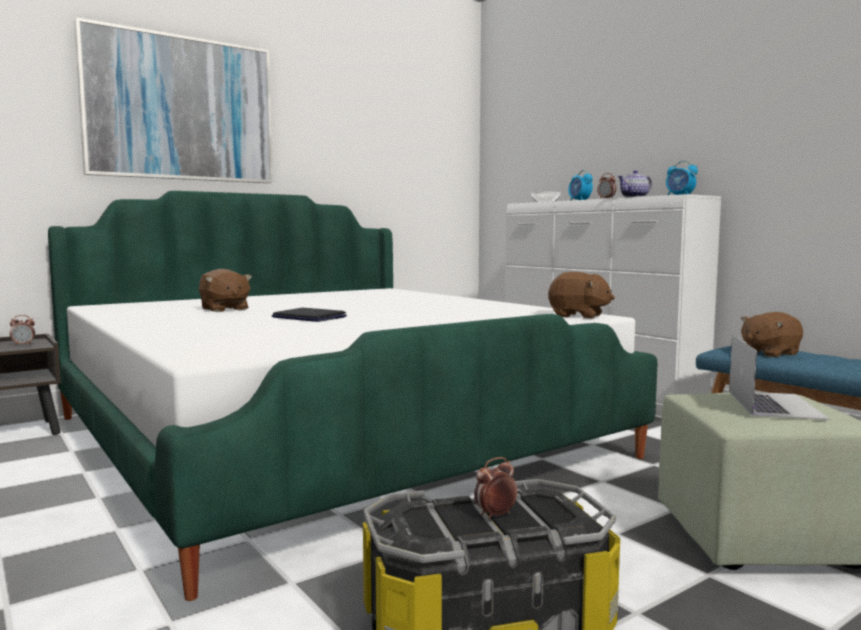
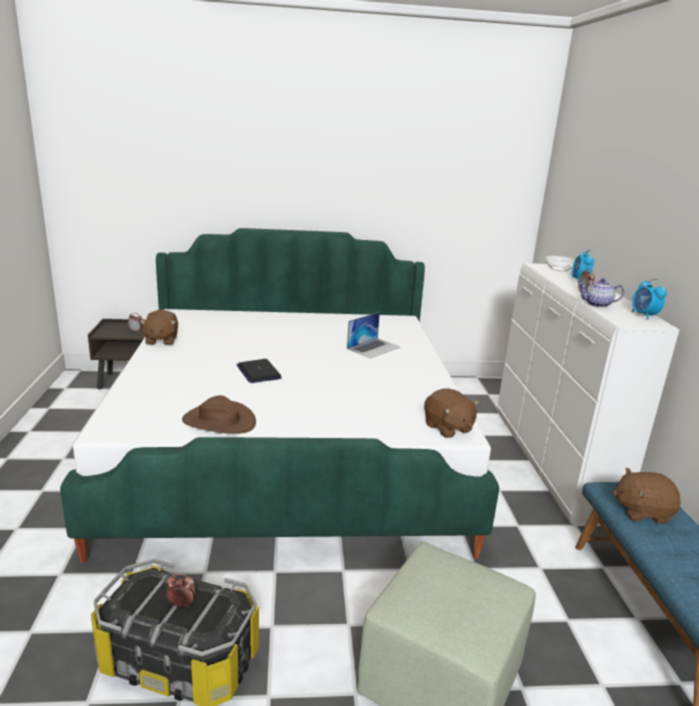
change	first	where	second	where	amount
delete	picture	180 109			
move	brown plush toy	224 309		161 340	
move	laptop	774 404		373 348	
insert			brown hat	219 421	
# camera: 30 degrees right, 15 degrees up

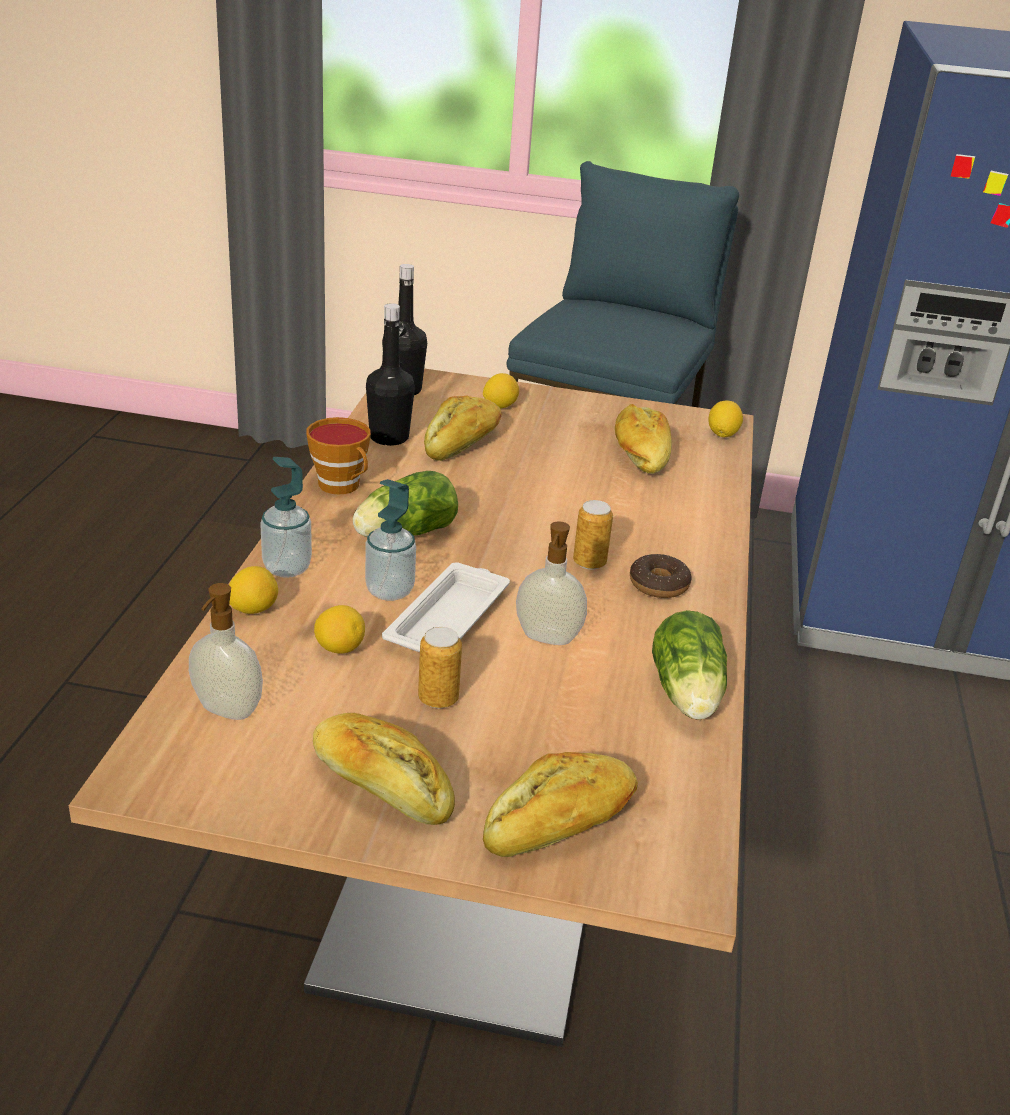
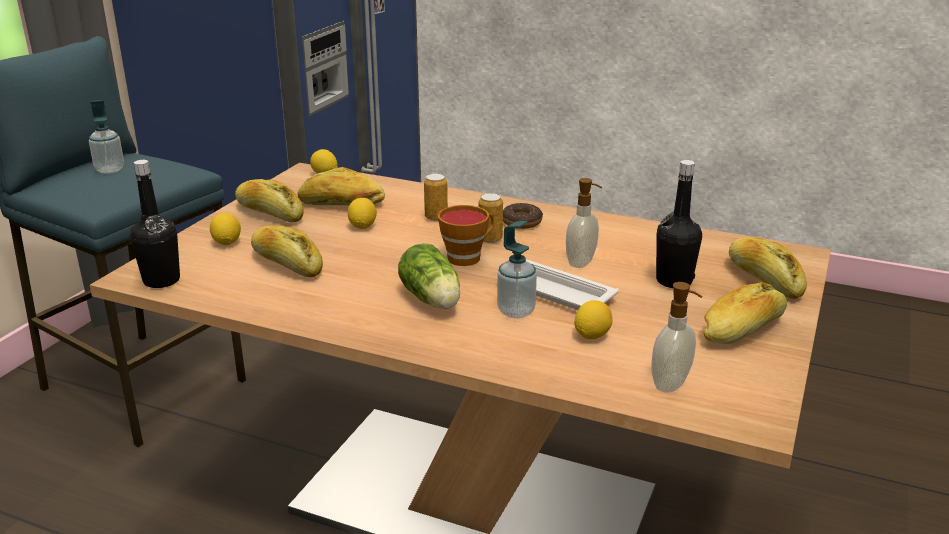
change	first	where	second	where	amount
move	lemon	253 609		362 226	
move	soap dispenser	287 568		110 170	
move	cup	343 486		467 257	
move	black bottle	389 437		674 281	
move	can	438 698		436 217	
delete	lettuce	687 695			
insert			bread	270 213	
# camera: 75 degrees left, 5 degrees down

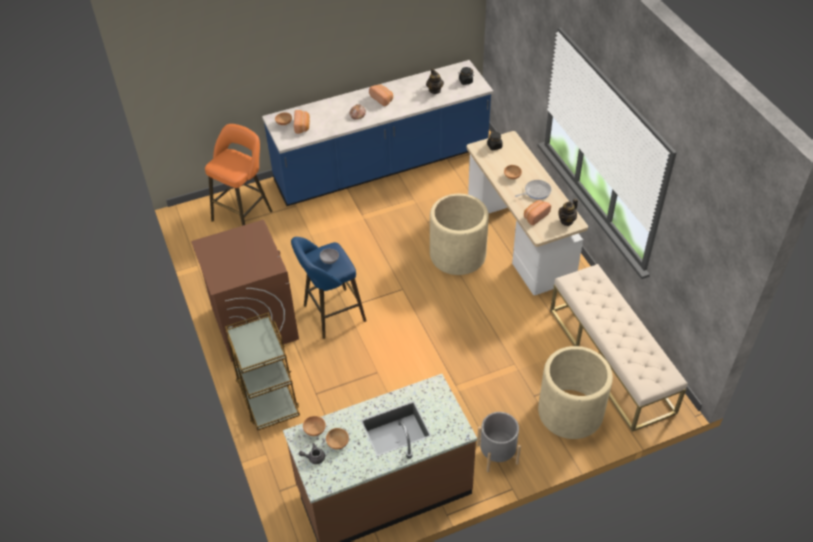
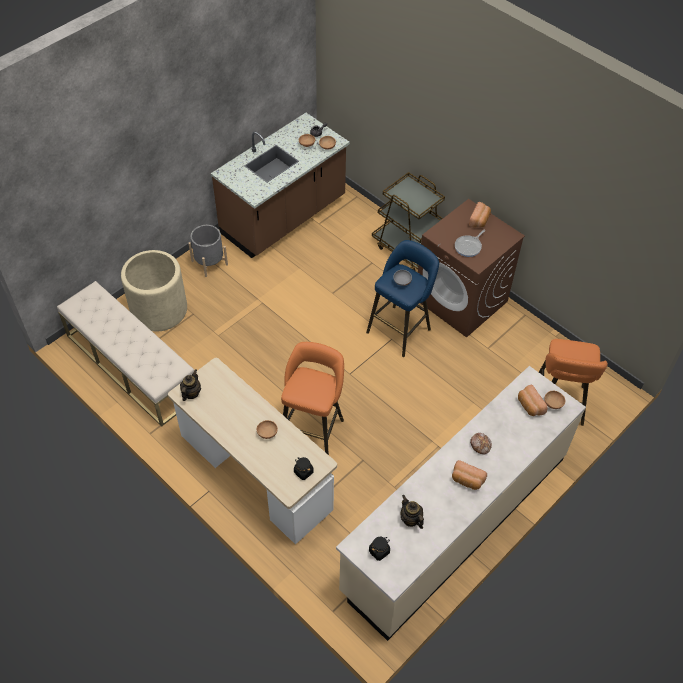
change	first	where	second	where	amount
recolor	blue counter	382 167	beige counter	455 522	
replace	beige planter	457 255	orange stool	313 429	
move	frying pan	536 191		469 247	
move	bread	535 216		479 220	
# camera: 155 degrees right, 5 degrees up

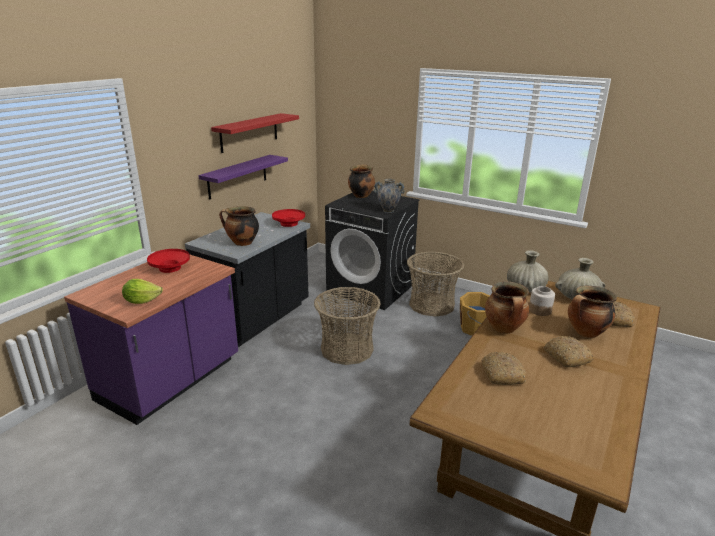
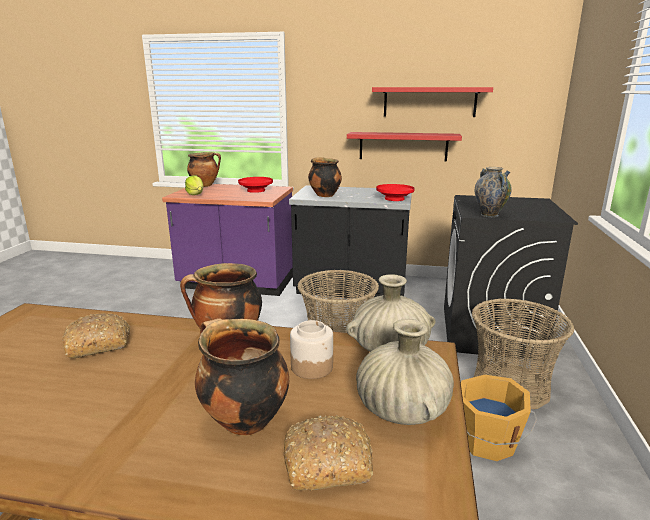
change	first	where	second	where	amount
recolor	purple shelf	237 176	red shelf	403 146	
move	cooking pot	361 195		205 185	
delete	bread	566 357			
# camera: 70 degrees right, 5 degrees down

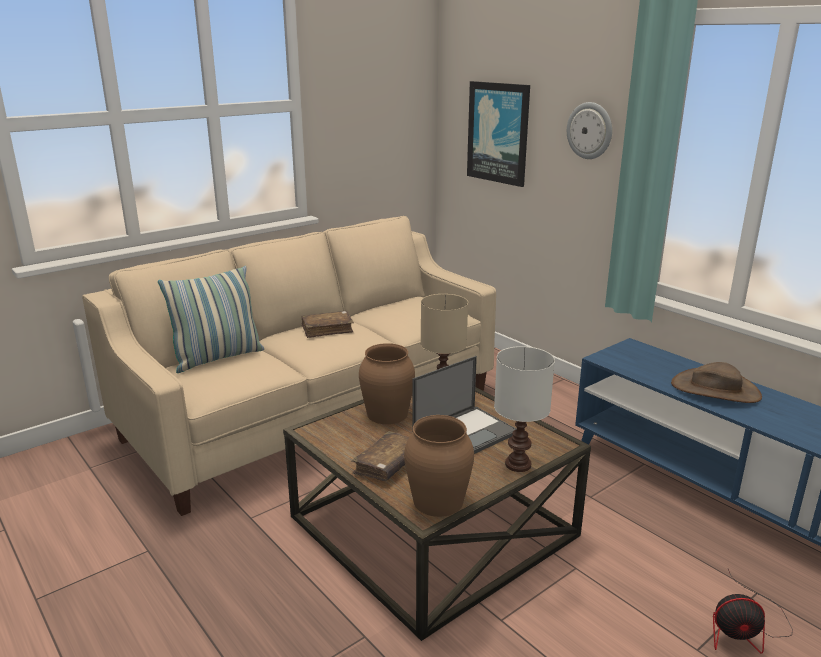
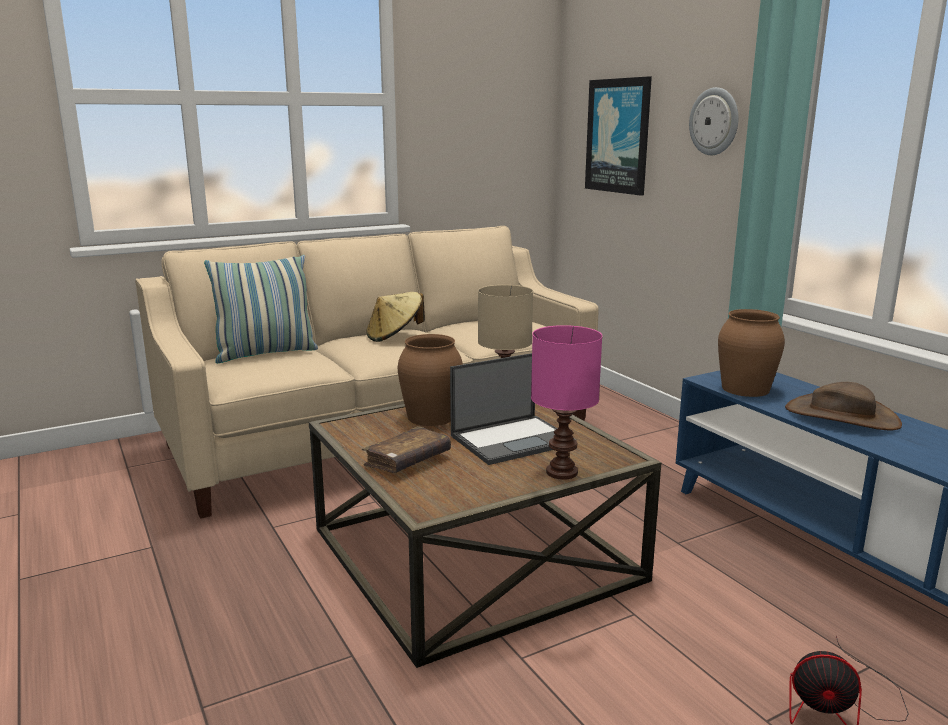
change	first	where	second	where	amount
replace	brown book	327 329	beige hat	395 336	
move	brown vase	438 500		745 388	
recolor	white table lamp	518 464	pink table lamp	562 472	
# camera: 10 degrees right, 5 degrees down

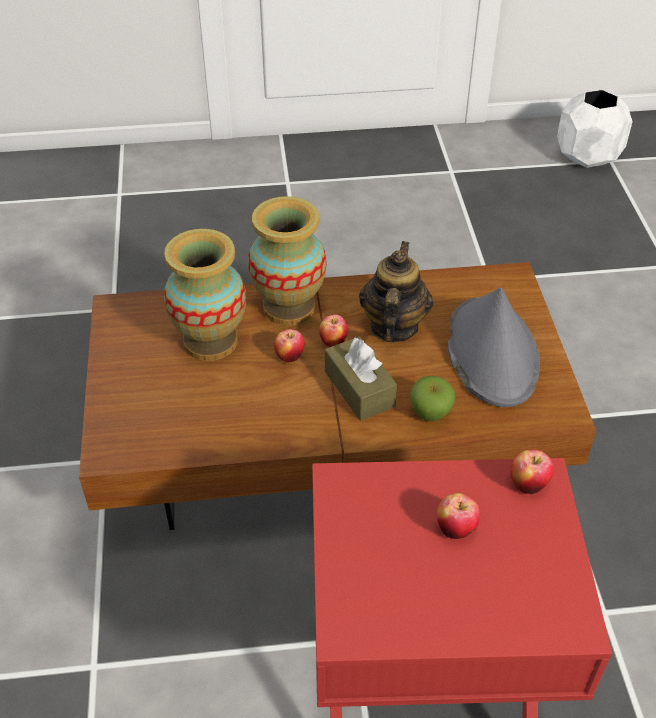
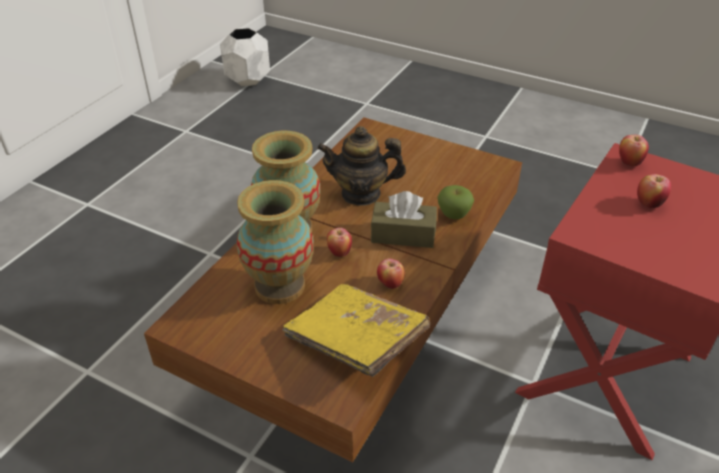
change	first	where	second	where	amount
move	apple	333 342		390 284	
rotate	teapot	393 327		361 194	45 degrees counterclockwise
delete	grey hat	491 352			
insert			yellow book	356 342	
# camera: 55 degrees left, 5 degrees down

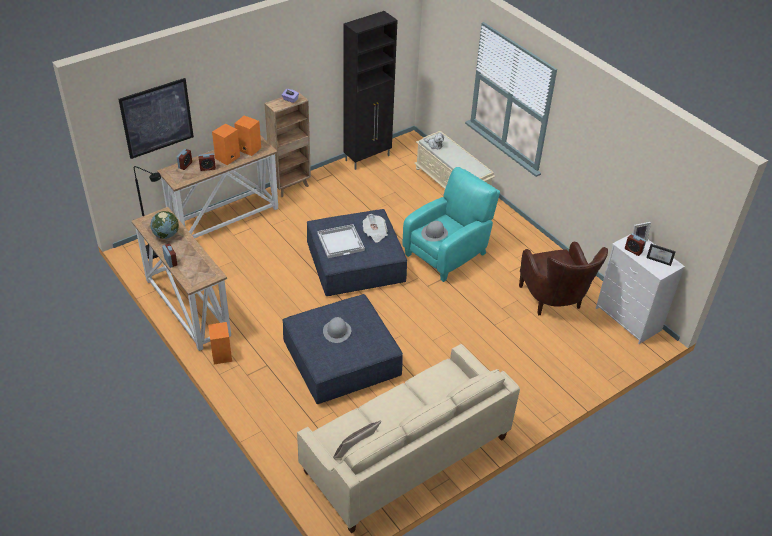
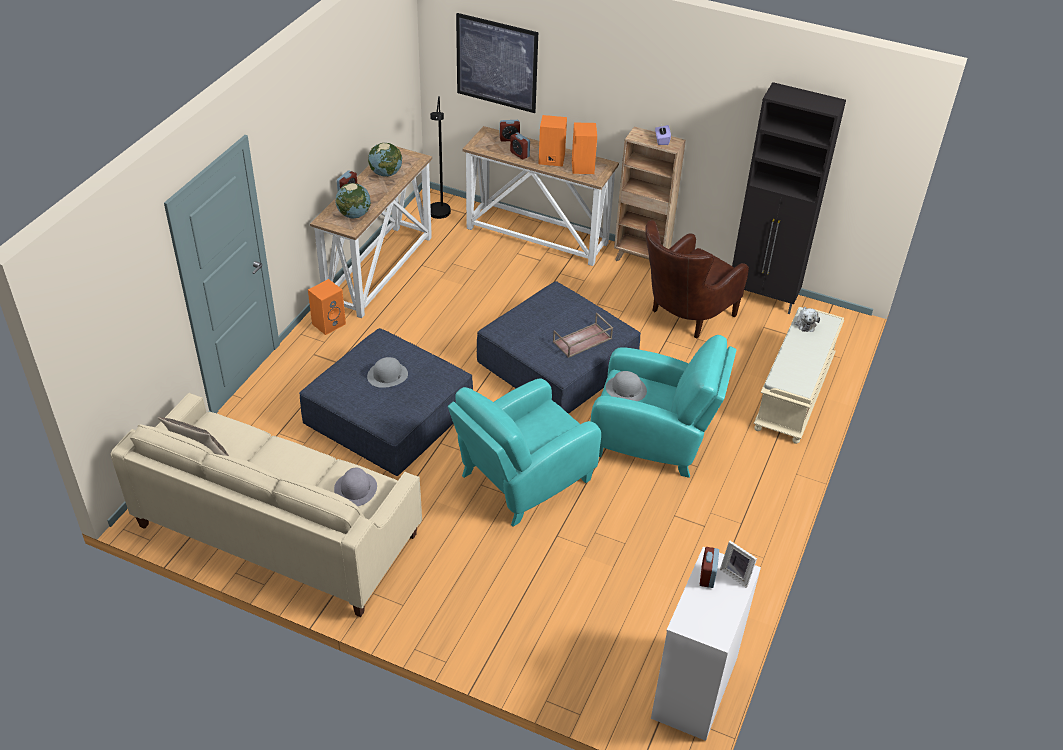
change	first	where	second	where	amount
delete	white tray	341 241			
replace	newspaper	375 233	brown tray	582 341	
move	brown armchair	554 303		684 318	
delete	picture frame	659 260			
insert			grey hat	355 488	
insert			globe	354 215	
insert			turquoise armchair	522 479	
# camera: 60 degrees right, 0 degrees up

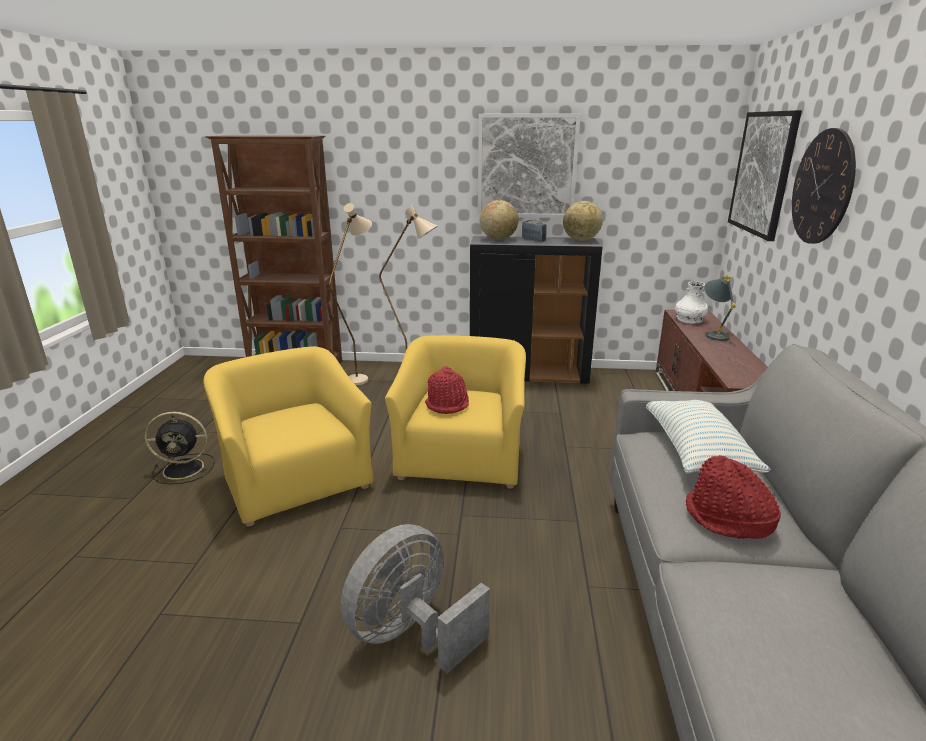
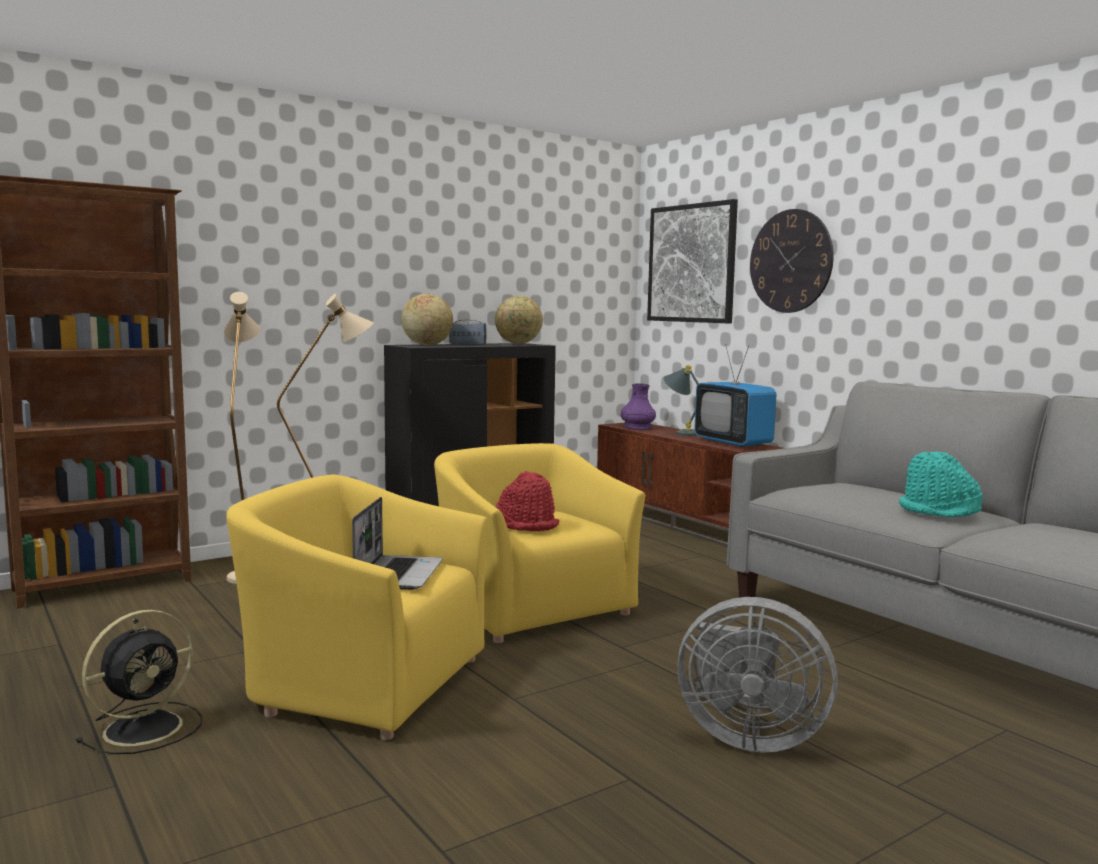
change	first	where	second	where	amount
rotate	grey fan	411 634		747 737	75 degrees counterclockwise
delete	picture	526 166			
delete	pillow	696 451			
recolor	white vase	689 320	purple vase	637 428	
recolor	red hat	728 519	turquoise hat	939 511	
insert			laptop	398 574	
insert			television	733 443	
# camera: 40 degrees left, 15 degrees down

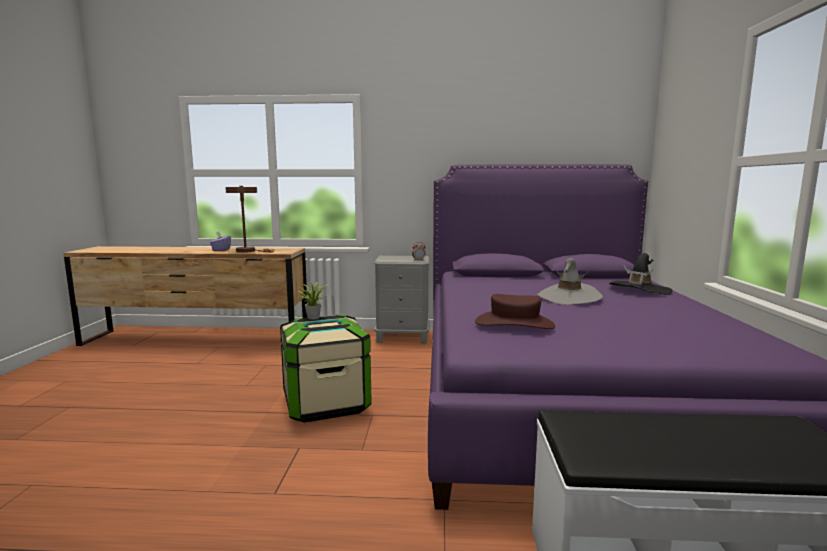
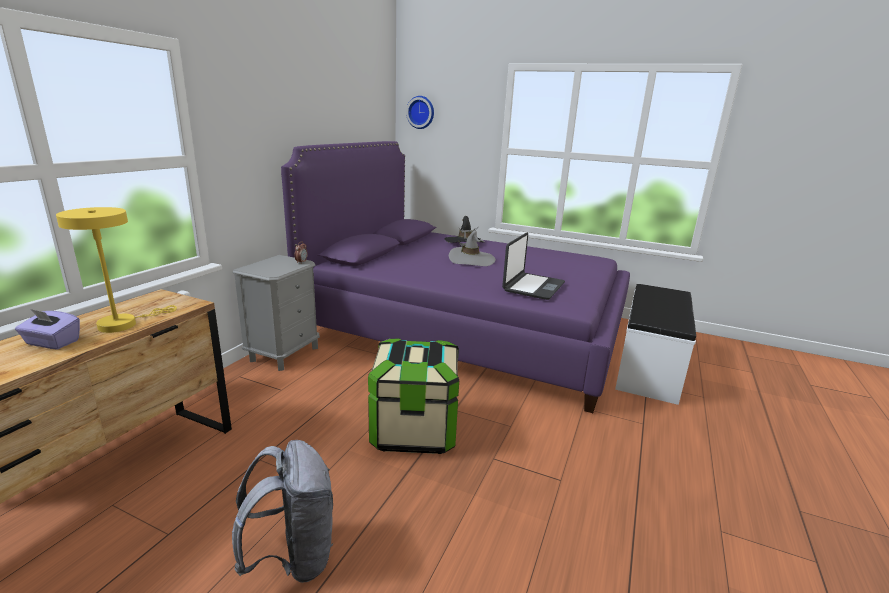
change	first	where	second	where	amount
recolor	brown table lamp	249 251	yellow table lamp	124 323	
delete	potted plant	312 317			
replace	brown hat	514 323	laptop	533 287	
insert			grey backpack	293 557	
insert			wall clock	421 112	
# camera: 70 degrees left, 10 degrees up

